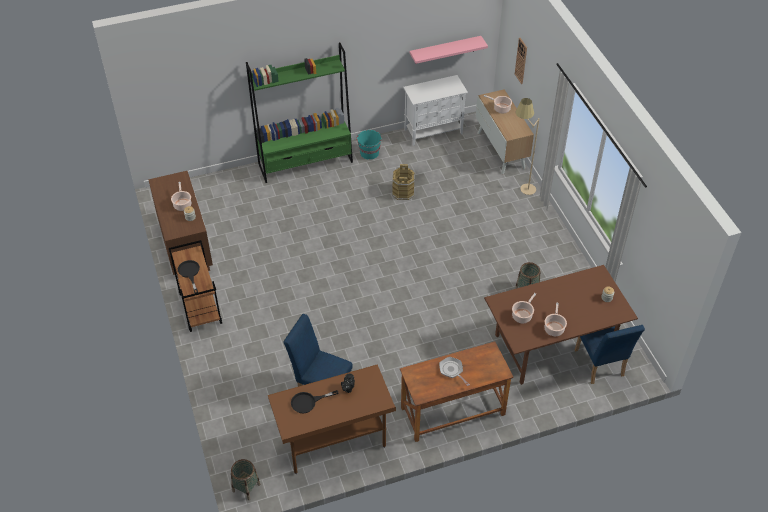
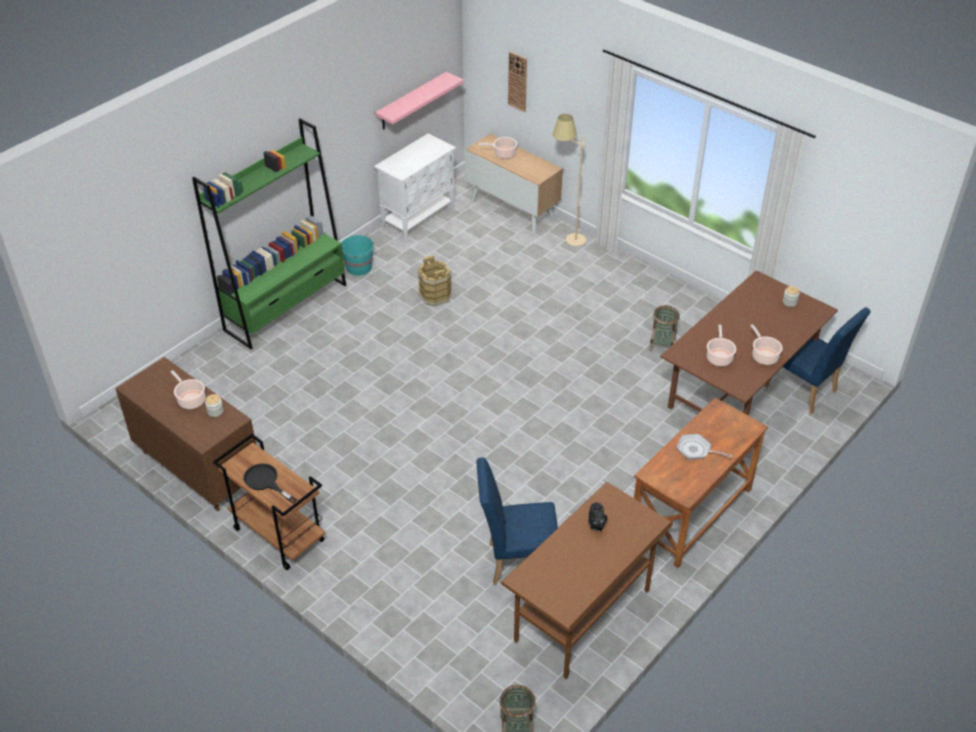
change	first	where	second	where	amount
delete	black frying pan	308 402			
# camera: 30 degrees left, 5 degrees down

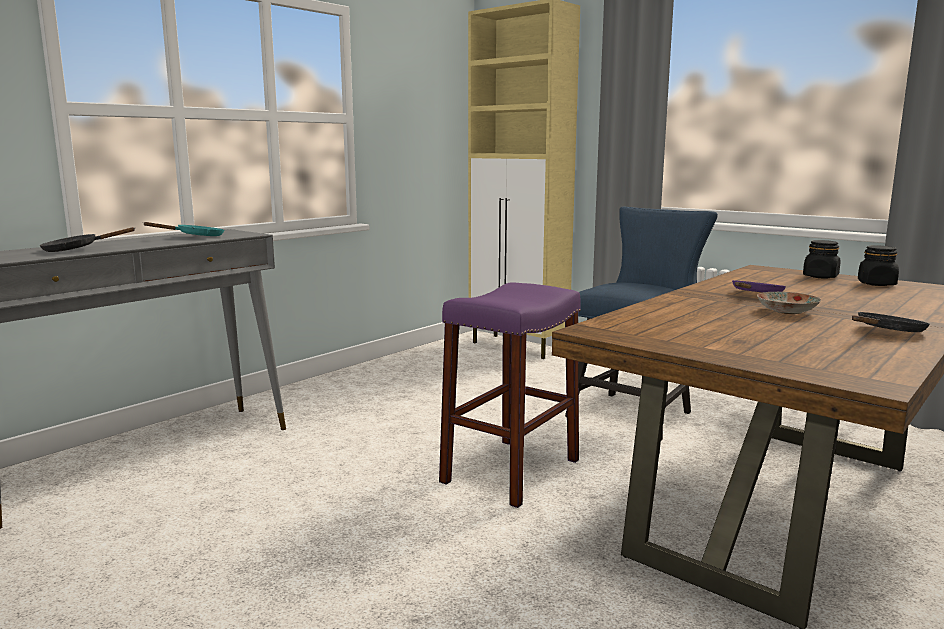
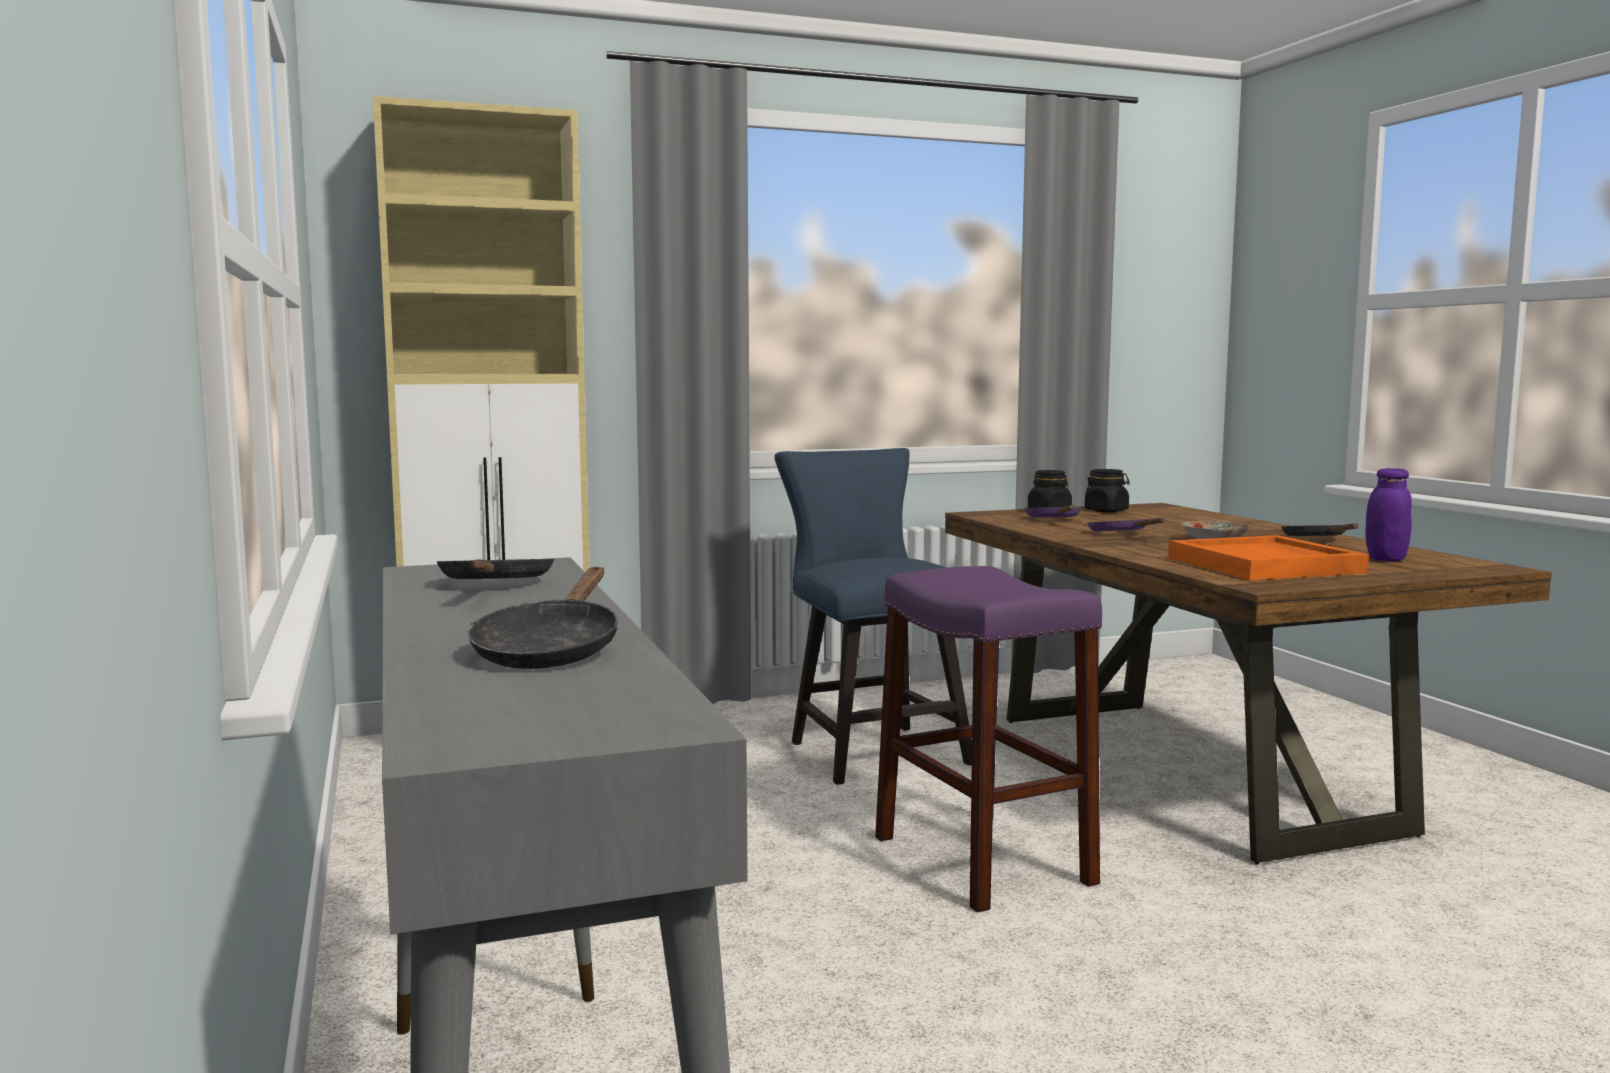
change	first	where	second	where	amount
recolor	turquoise frying pan	196 237	black frying pan	495 585	
insert			purple frying pan	1054 520	
insert			orange tray	1266 565	
insert			purple jar	1385 559	
# camera: 60 degrees left, 5 degrees down

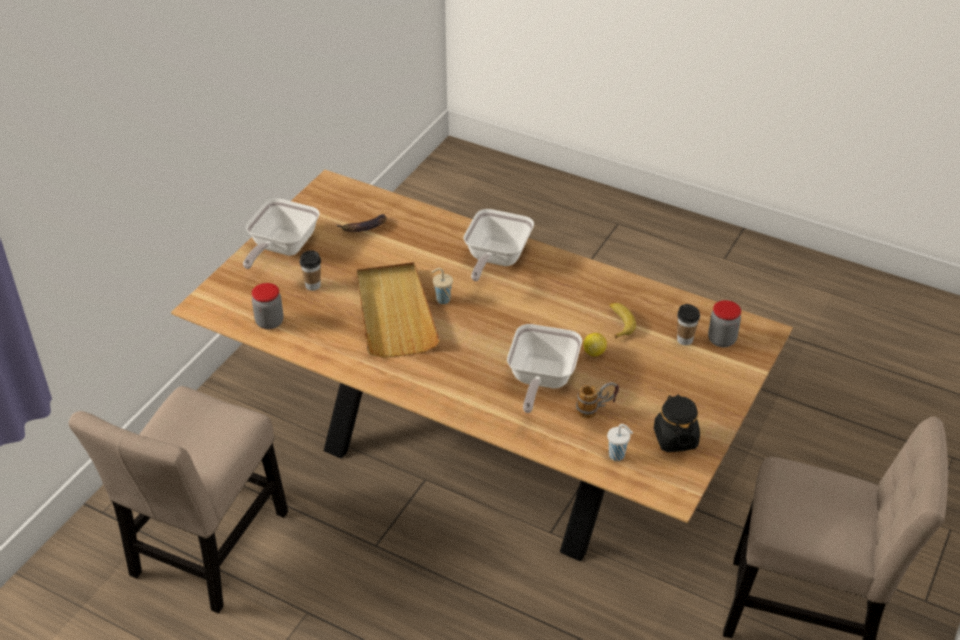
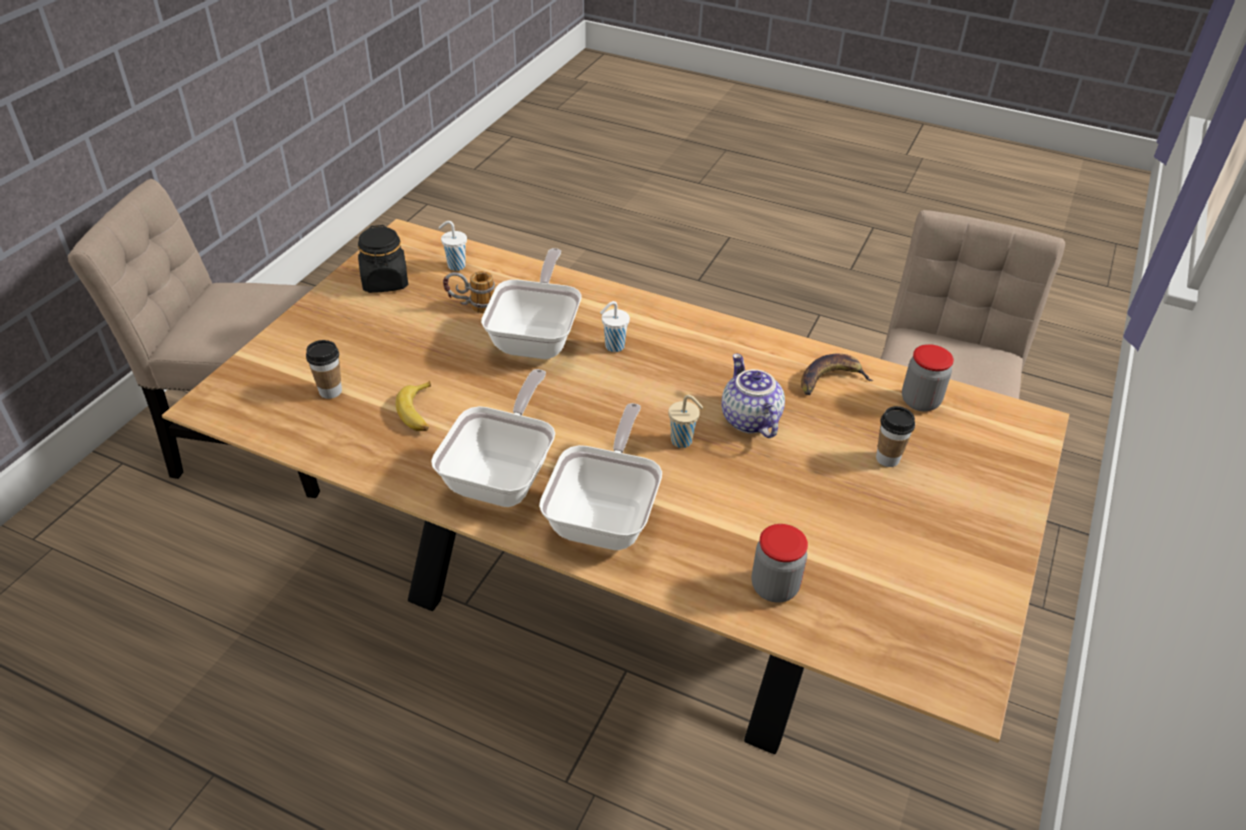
change	first	where	second	where	amount
move	frying pan	281 249		504 474	
move	banana	364 227		830 379	
replace	beige tray	395 312	teapot	748 419	
delete	lemon	594 352			
move	jar	721 340		774 587	
insert			white cup	613 347	
# camera: 175 degrees right, 0 degrees up

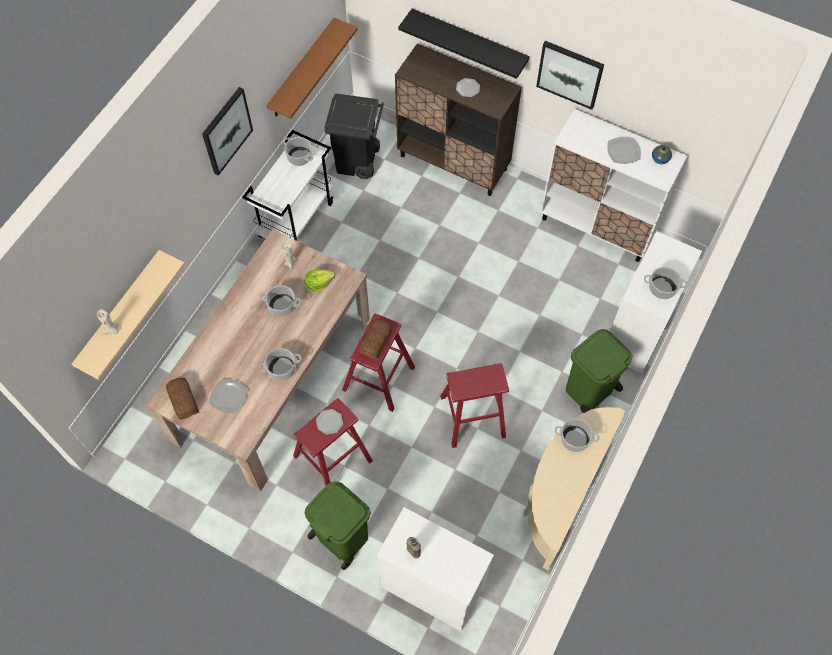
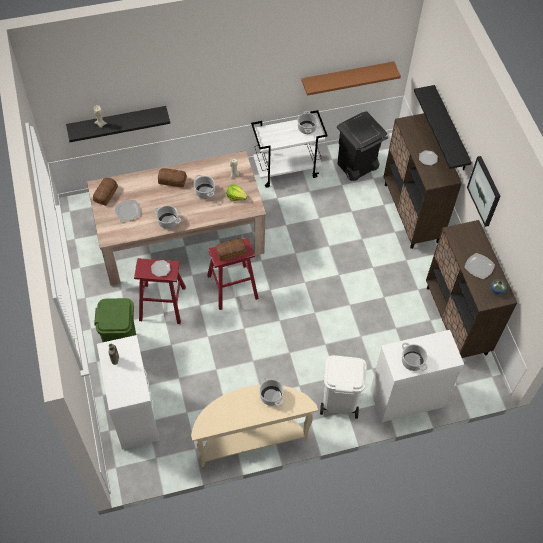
change	first	where	second	where	amount
recolor	beige shelf	120 312	black shelf	117 122	
delete	picture	226 131			
delete	red stool	472 416			
recolor	white cabinet	597 226	brown cabinet	456 320	
recolor	green trash can	589 390	white trash can	339 401	
insert			bread	172 181	
# camera: 45 degrees right, 5 degrees down

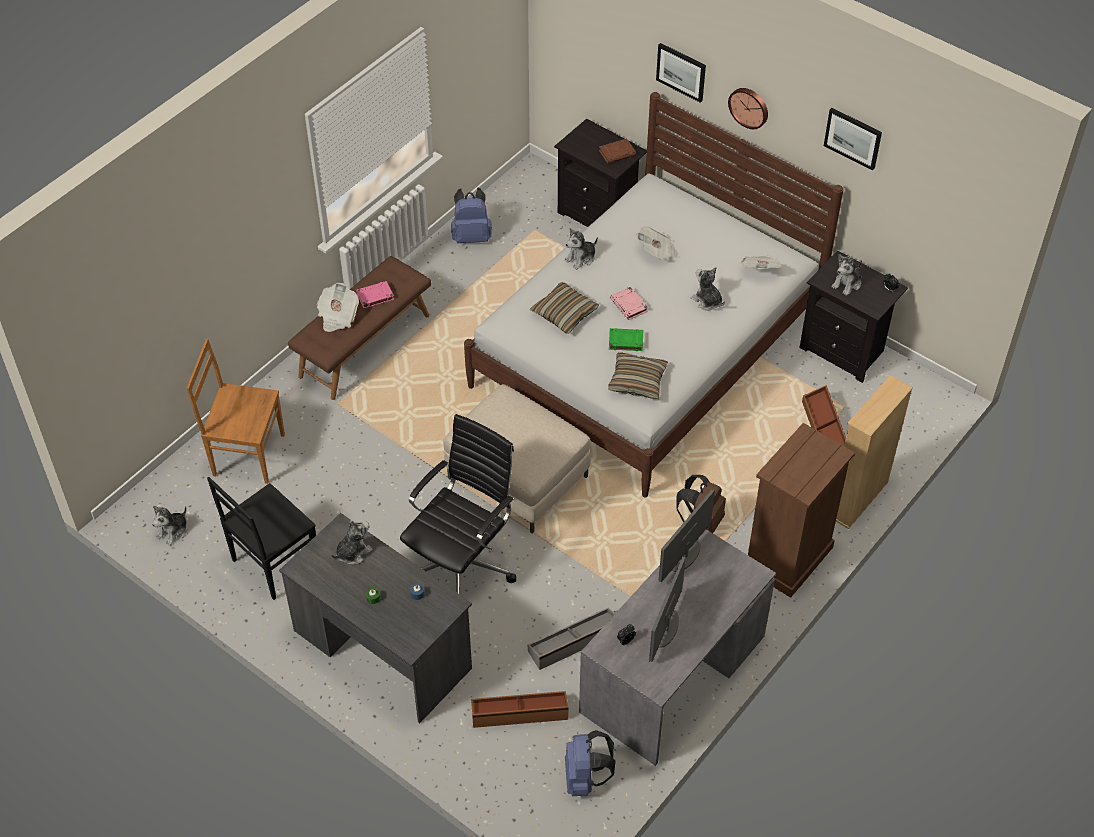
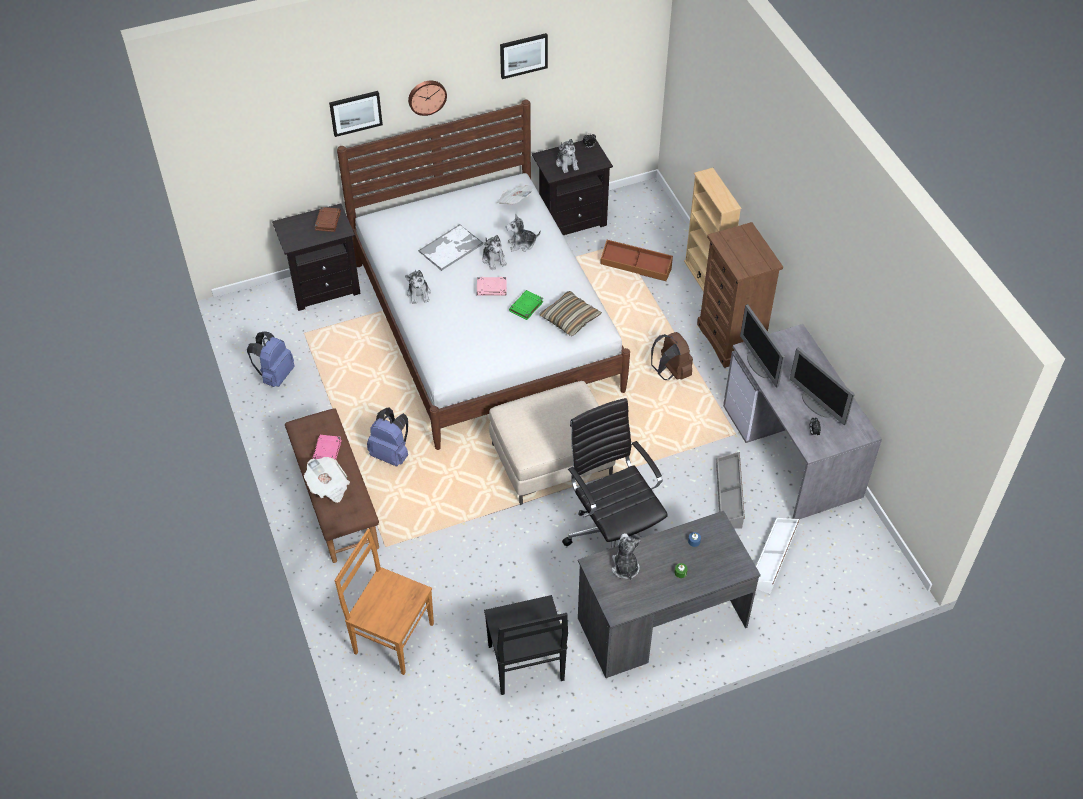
change	first	where	second	where	amount
move	plush toy	173 531		494 259	
rotate	brown chair	246 454		392 637	75 degrees clockwise
recolor	brown storage box	519 713	white storage box	773 558	
delete	pillow	564 313			
move	blue backpack	585 778		391 454	
replace	newspaper	657 253	tray	451 248	
# camera: 60 degrees left, 0 degrees up

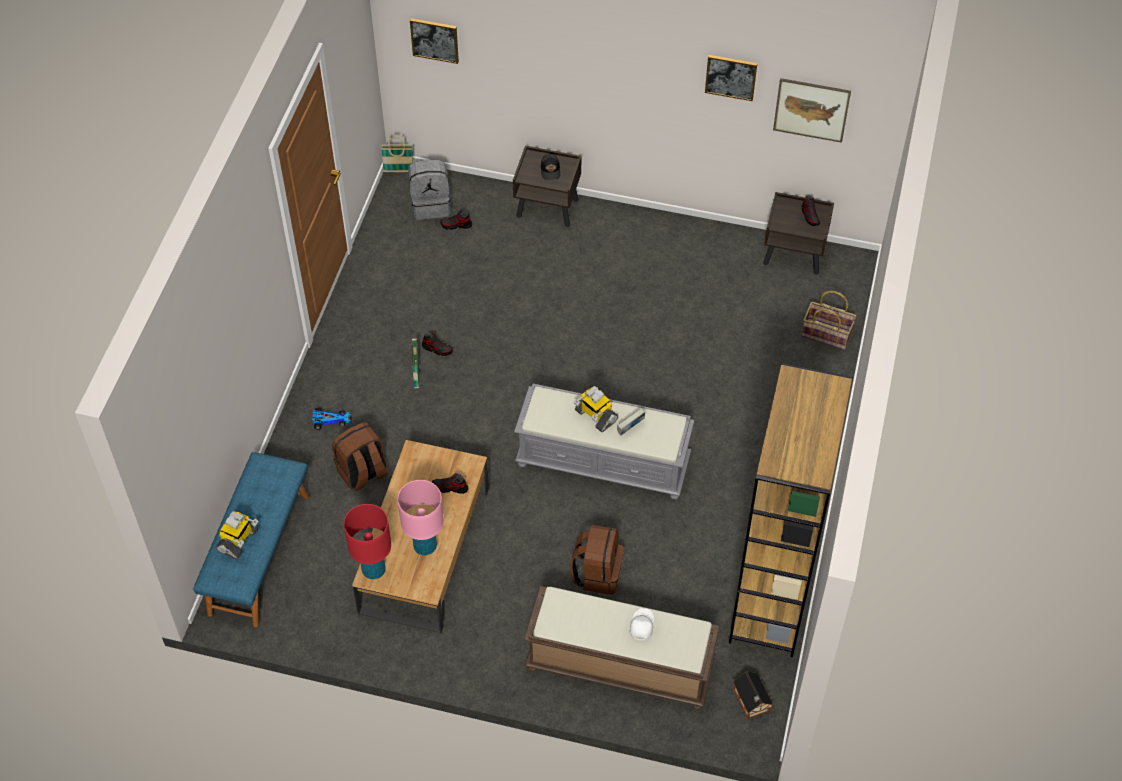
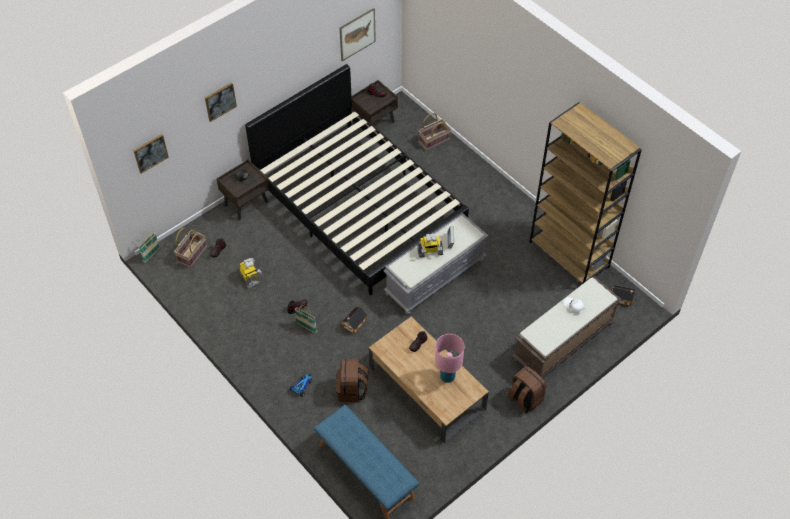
change	first	where	second	where	amount
move	toy robot	238 541		250 277	
delete	red table lamp	373 570			
replace	grey backpack	431 205	basket	192 254	
move	brown backpack	597 573		524 399	
move	picture	731 76		220 101	
insert			black bed	359 205	
insert			toy house	354 324	
# camera: 55 degrees left, 0 degrees up

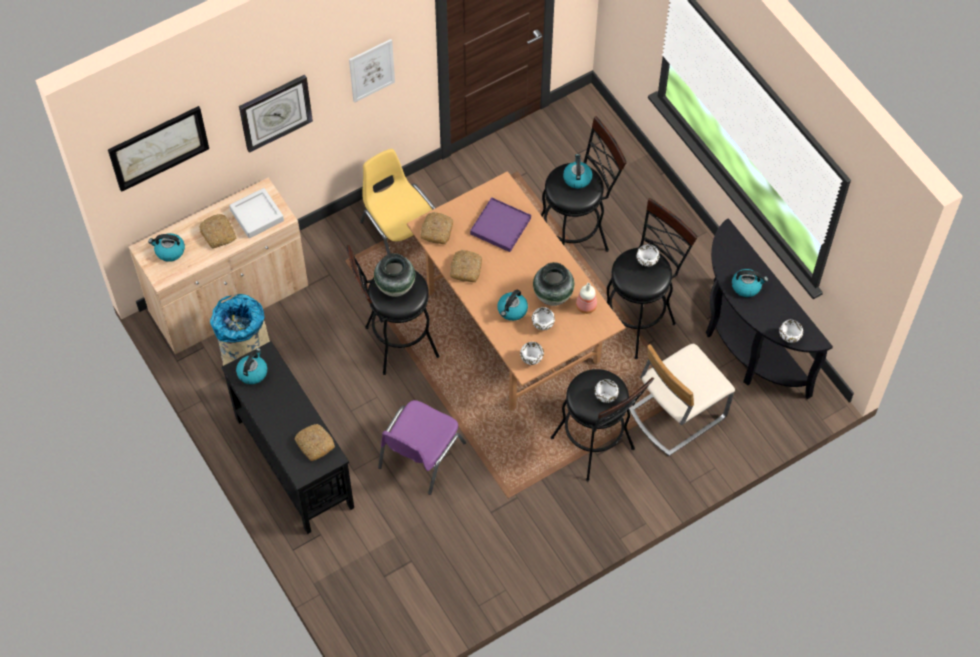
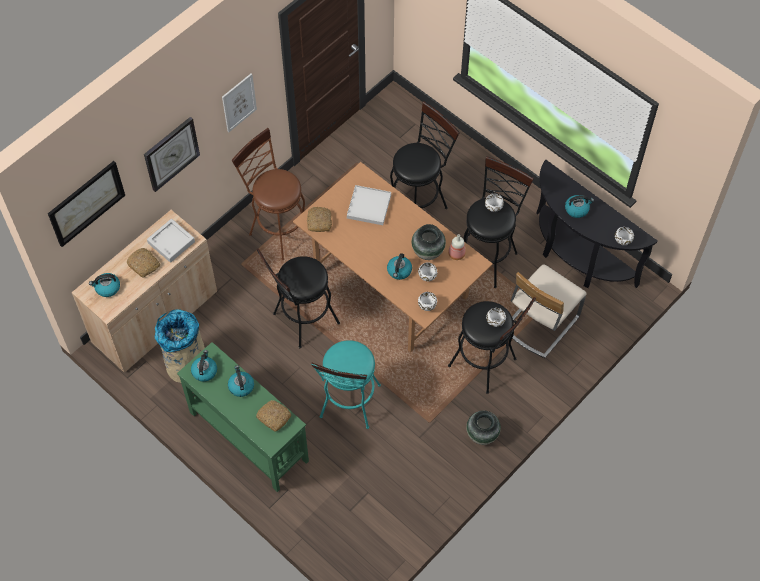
change	first	where	second	where	amount
recolor	black console table	294 461	green console table	248 435	
replace	yellow chair	400 230	brown stool	277 229	
move	vase	395 286		482 434	
replace	purple chair	420 456	turquoise stool	349 406	
delete	bread	465 268			
recolor	purple tray	500 226	white tray	369 206	
move	kettle	577 178		241 386	
# camera: 15 degrees left, 0 degrees up

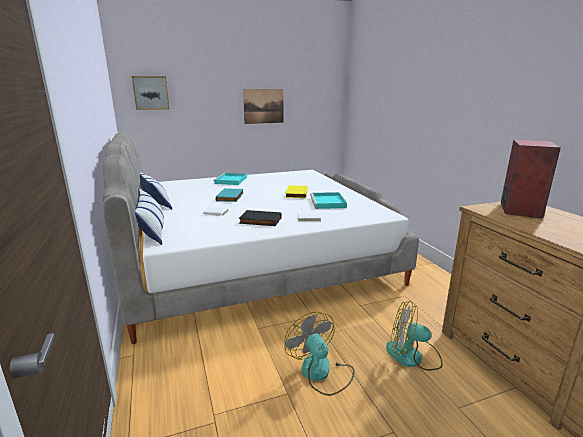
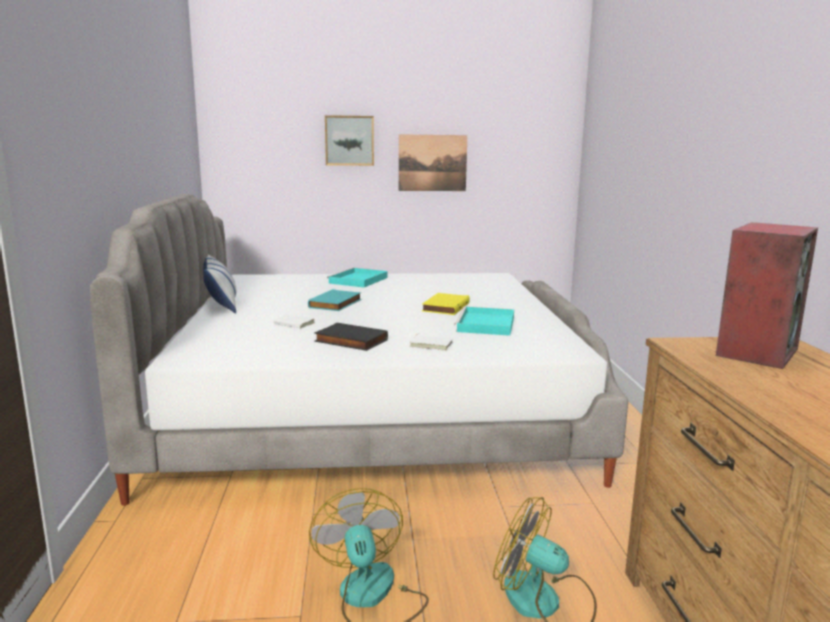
change	first	where	second	where	amount
move	picture	151 93		349 140	
delete	pillow	152 230			
# camera: 15 degrees right, 5 degrees down

